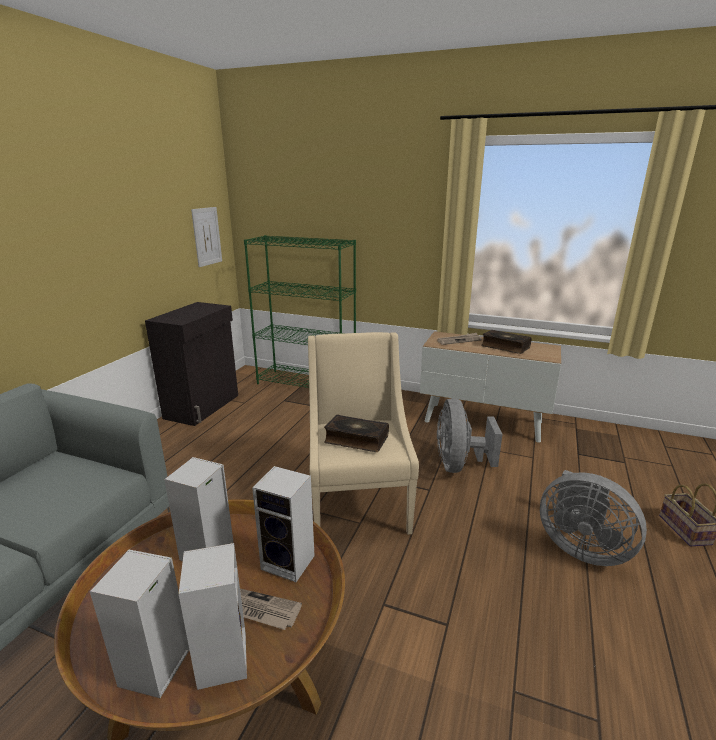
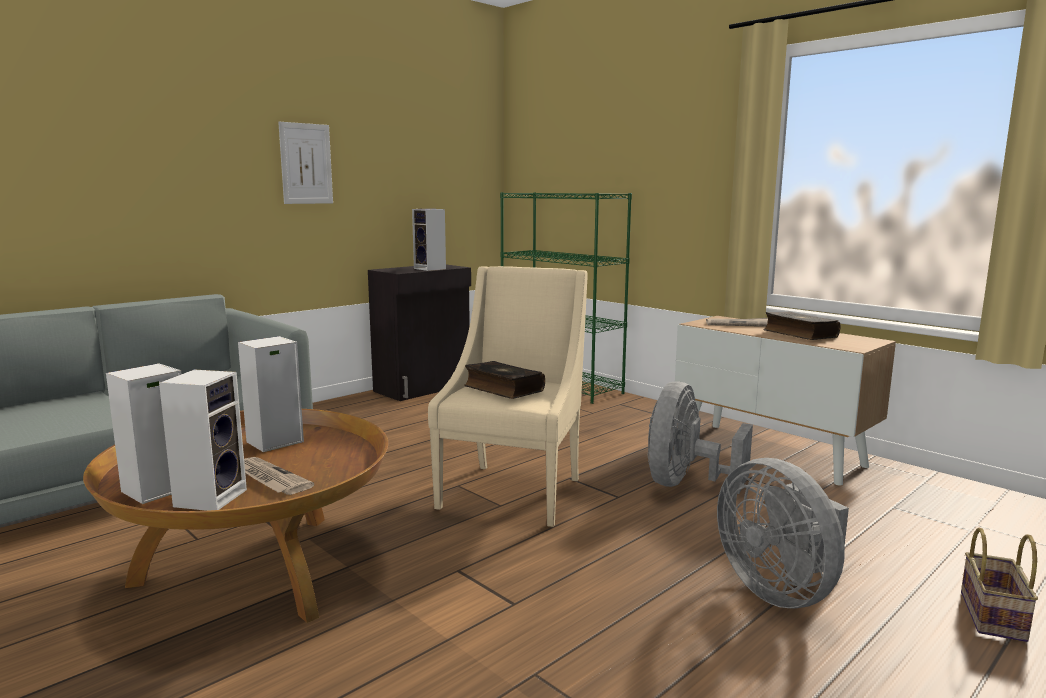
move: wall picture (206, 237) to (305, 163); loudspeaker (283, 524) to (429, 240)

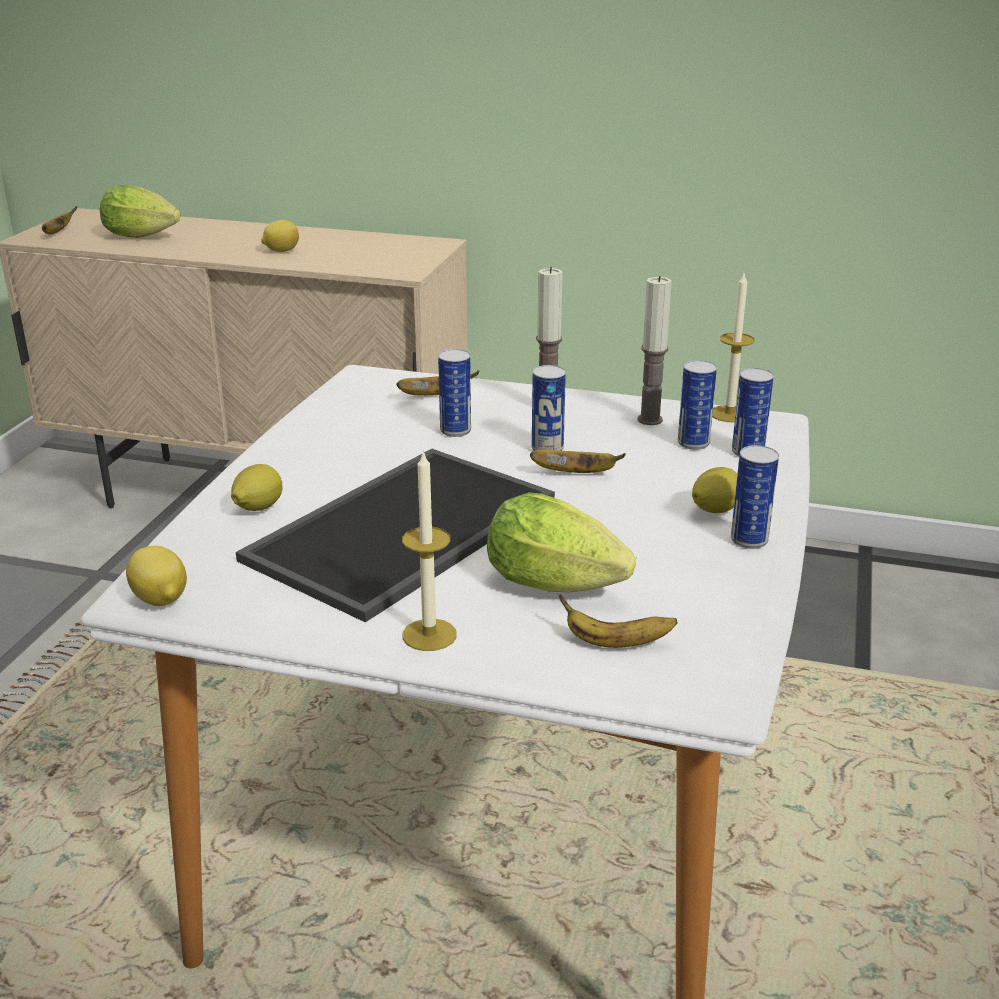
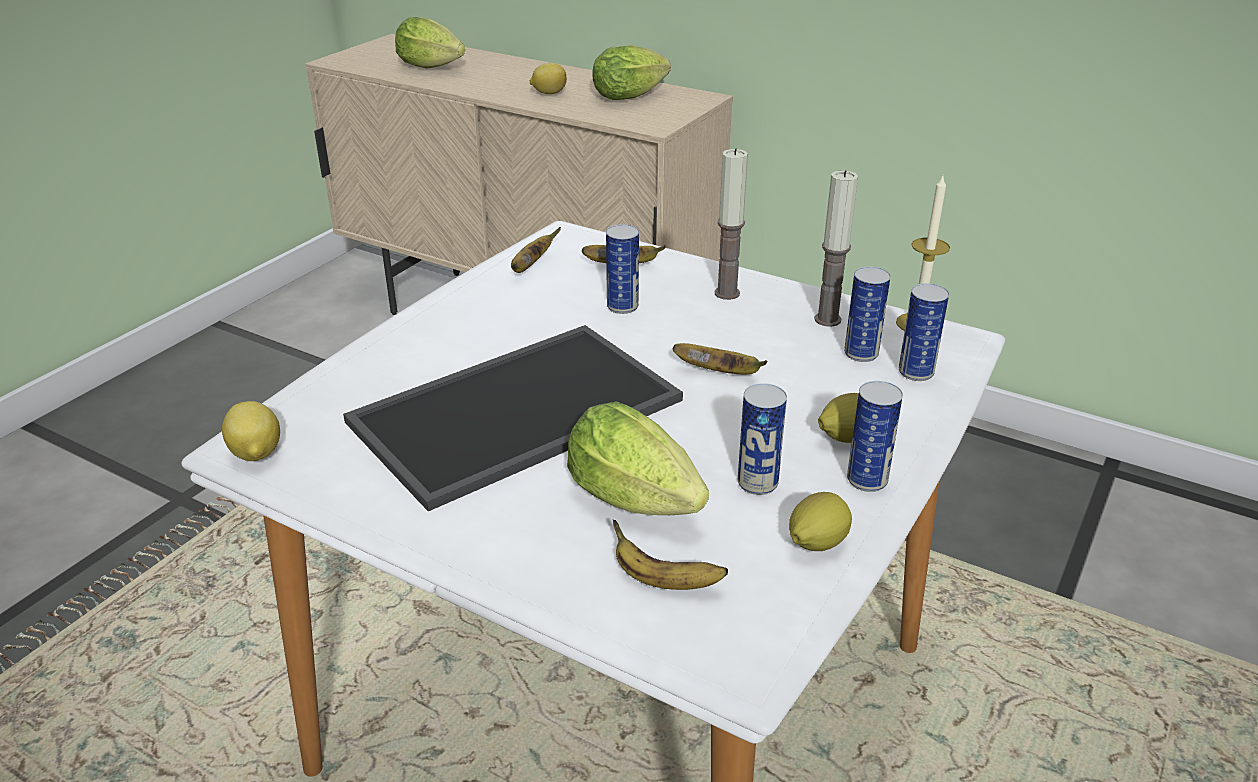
delete: wax candle (429, 550)
insert: head of lettuce (631, 72)
move: banana fruit (59, 220) to (536, 250); whole lemon (256, 487) to (820, 521); metal can (549, 408) to (762, 439)

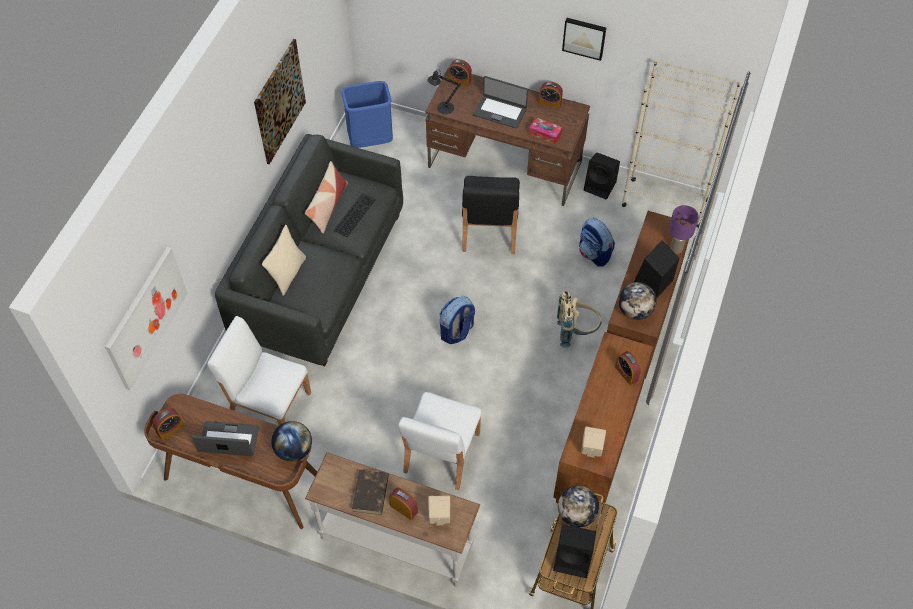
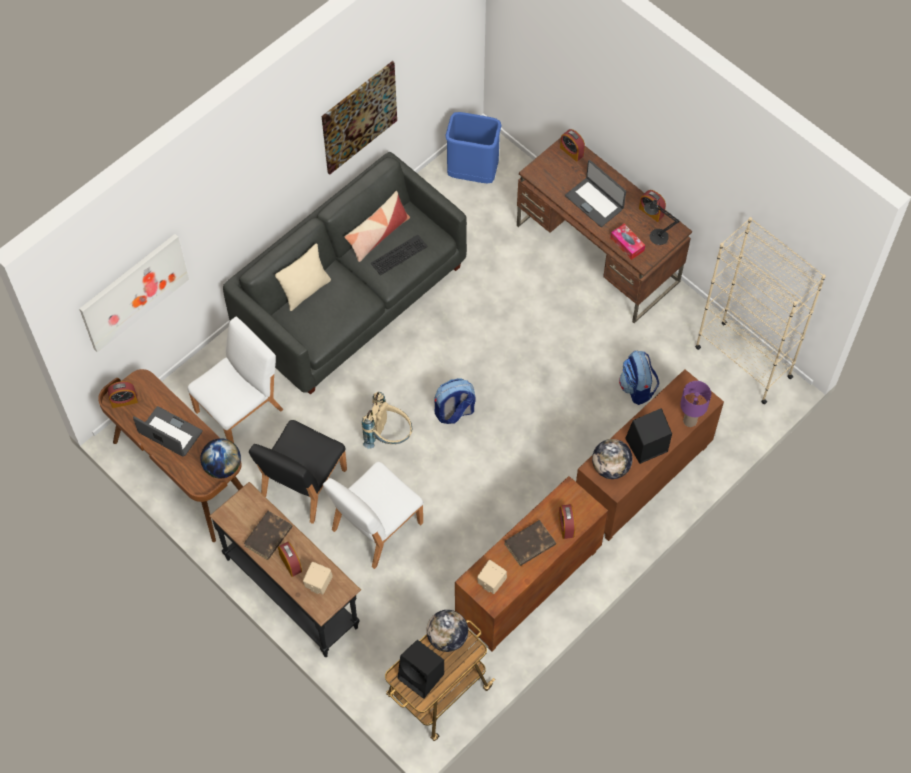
delete: wall picture (584, 39); loudspeaker in blackish (601, 176)
insert: bound book in brownish (530, 543)
move: lamp for a table in blackish (444, 91) to (661, 222); chair in blackish (491, 215) to (298, 472); knapsack in beige (579, 319) to (387, 420)
recolor: console table in whitish (392, 519) to console table in blackish (285, 569)
rotate: chair in whitish (259, 370) = (235, 379) 90 degrees clockwise

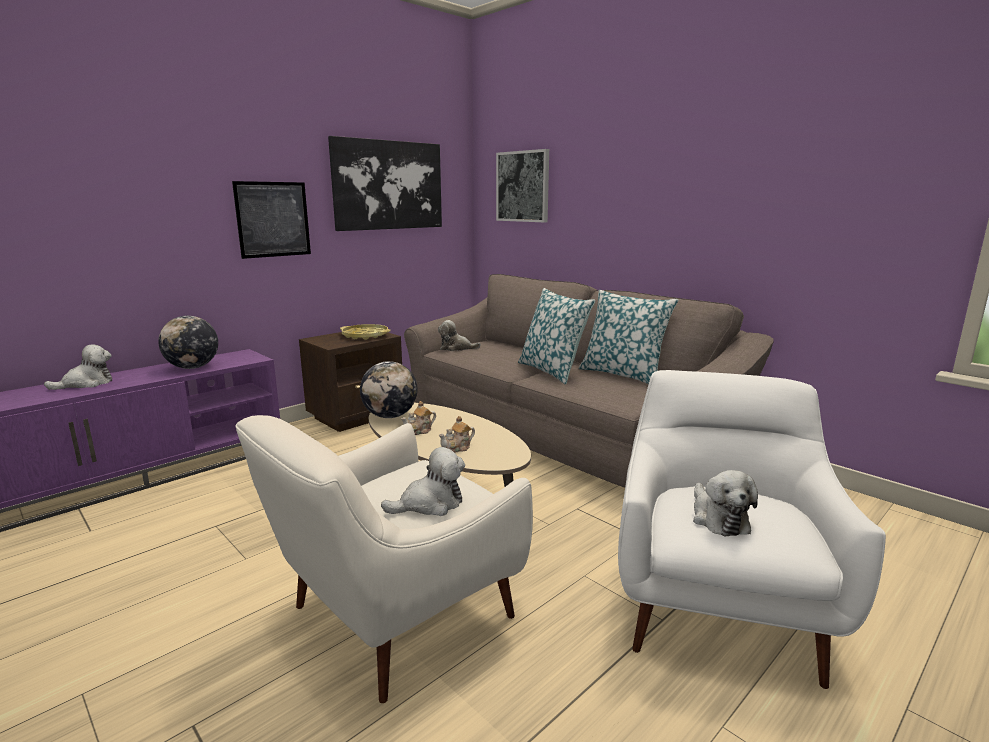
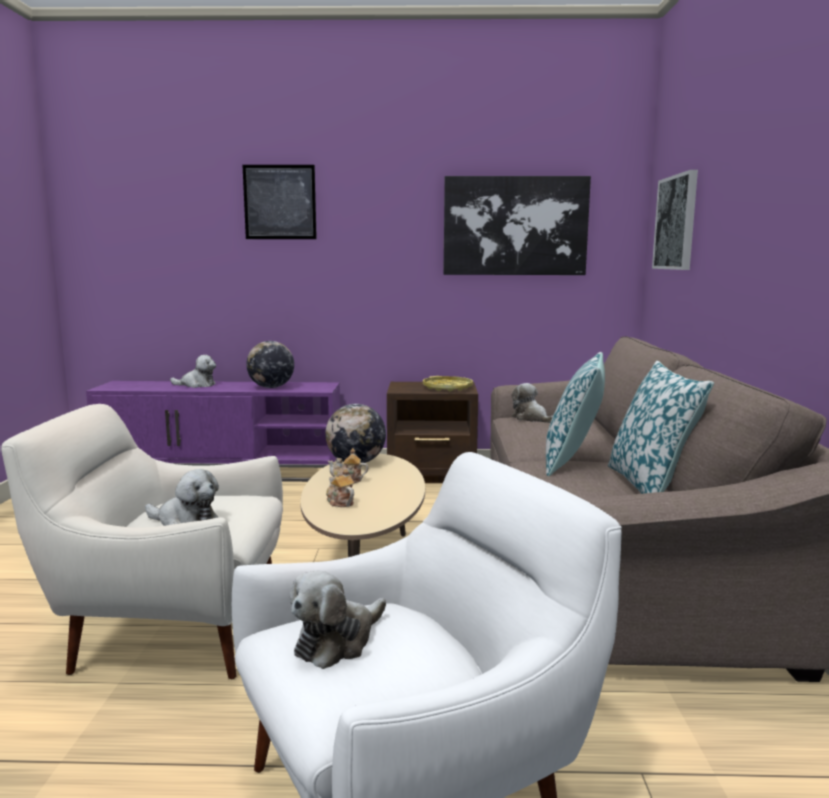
move: wall picture (271, 220) to (280, 202)
rotate: pot for tea (456, 434) = (340, 488) 45 degrees clockwise

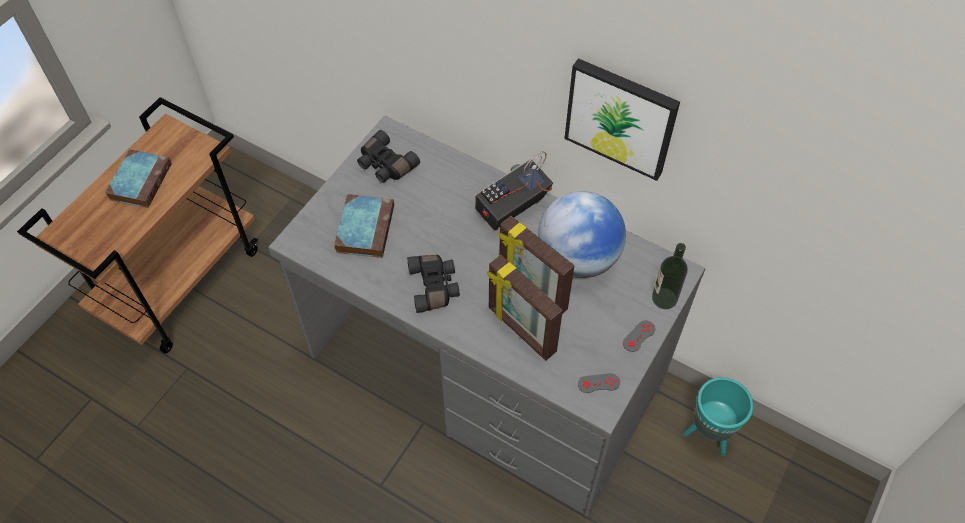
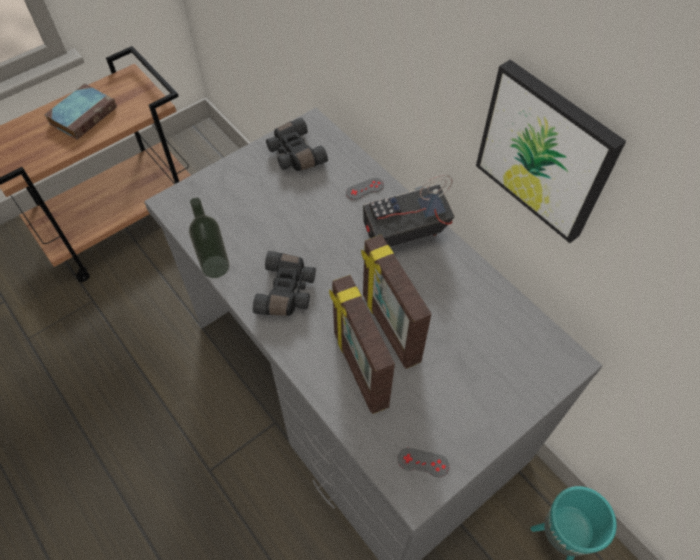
delete: bound book (364, 226); globe (582, 234)
move: game controller in grey (639, 336) to (365, 189); drink bottle (670, 276) to (209, 237)

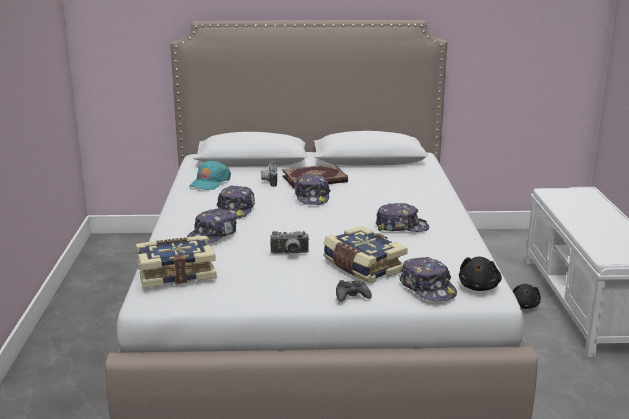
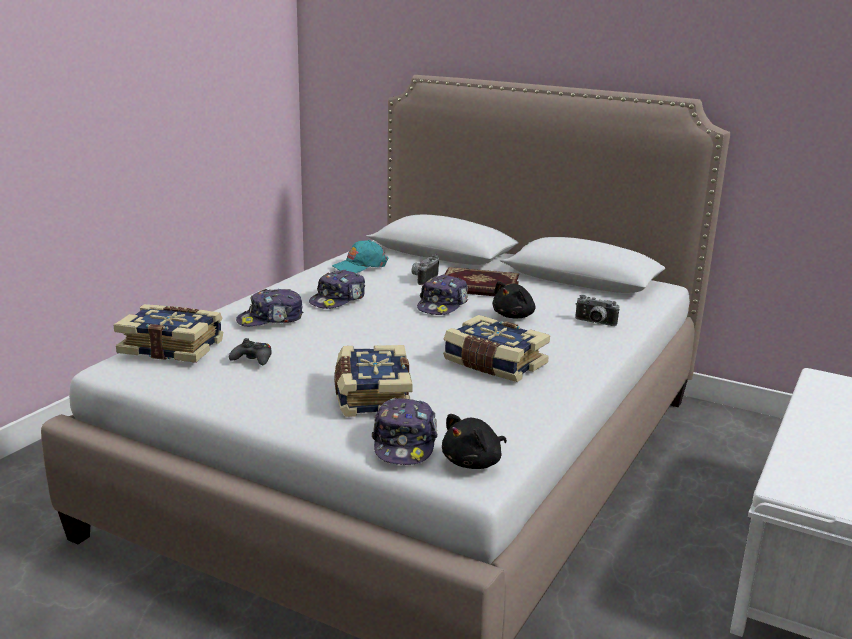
move: still camera (289, 242) to (597, 310); game controller in blackish (354, 291) to (250, 351); cuddly toy in blackish (527, 296) to (513, 299)
replace: cap (402, 217) to bound book (496, 348)

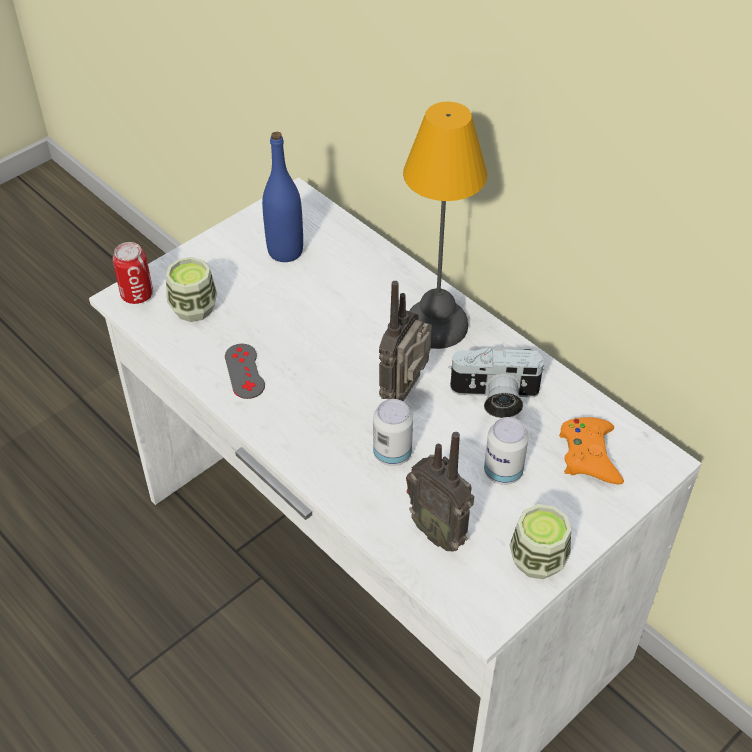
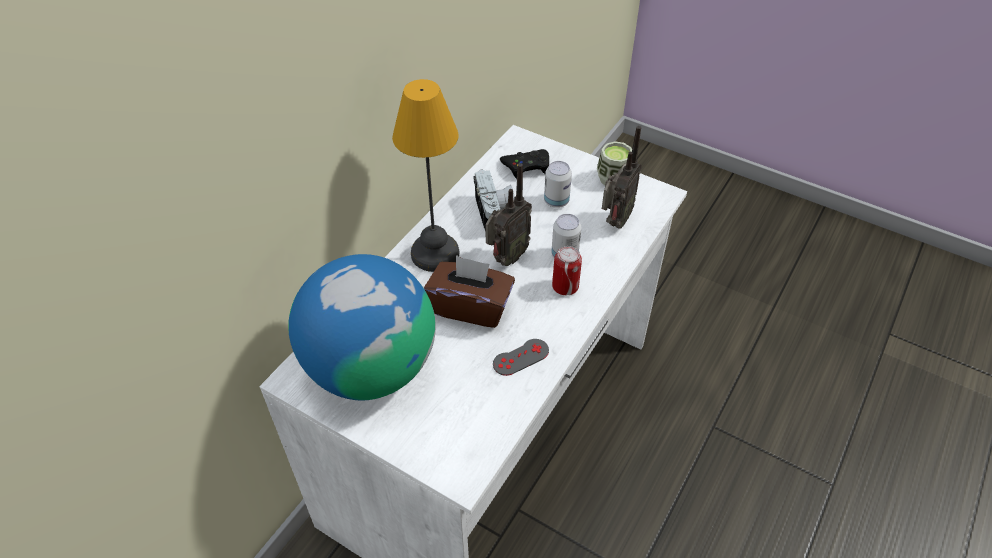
delete: drinking cup (191, 289)
insert: box of tissues in brownish (469, 291)
move: metal can (133, 273) to (567, 270)
replace: drink bottle in blue (282, 197) to globe (362, 327)
recolor: game controller in orange (591, 451) to game controller in blackish (524, 164)
rotate: radio set (405, 341) = (508, 214) 60 degrees counterclockwise

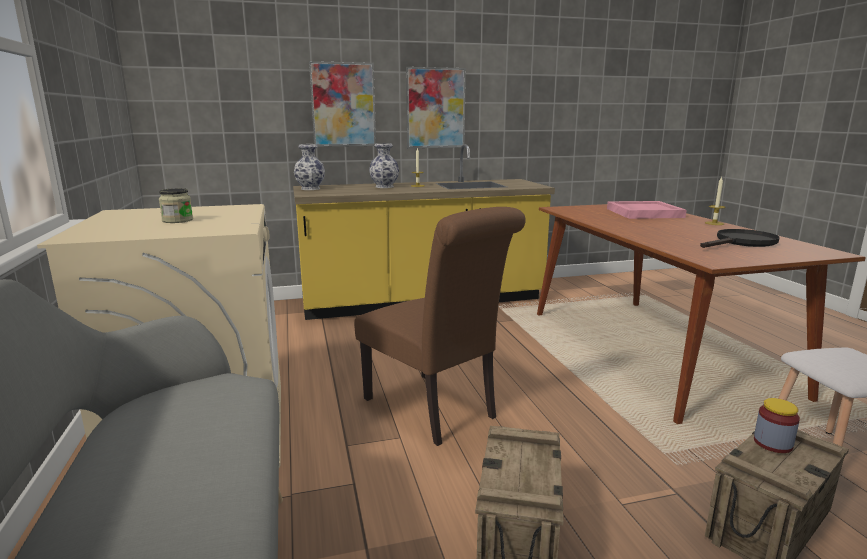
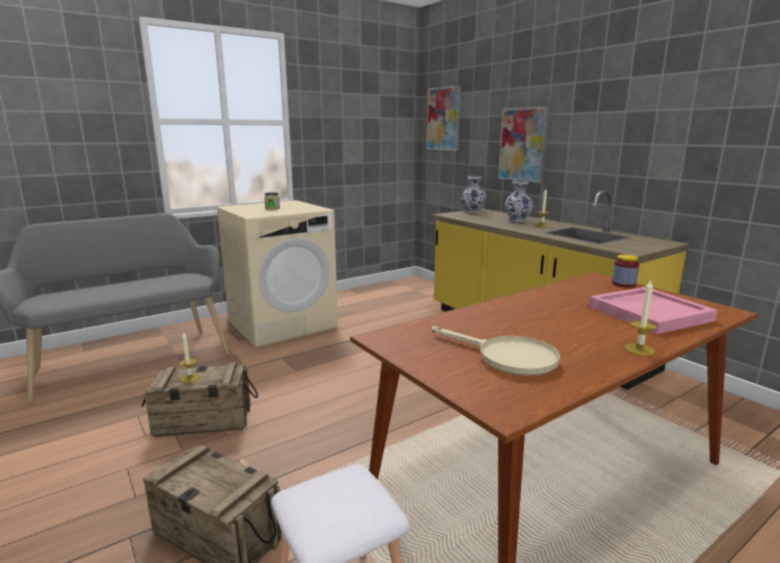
delete: chair in brownish (440, 326)
insert: wax candle (189, 357)
move: wall picture (436, 107) to (443, 118); preserve jar (777, 425) to (625, 270)
recolor: skillet in blackish (739, 238) to skillet in beige (496, 351)

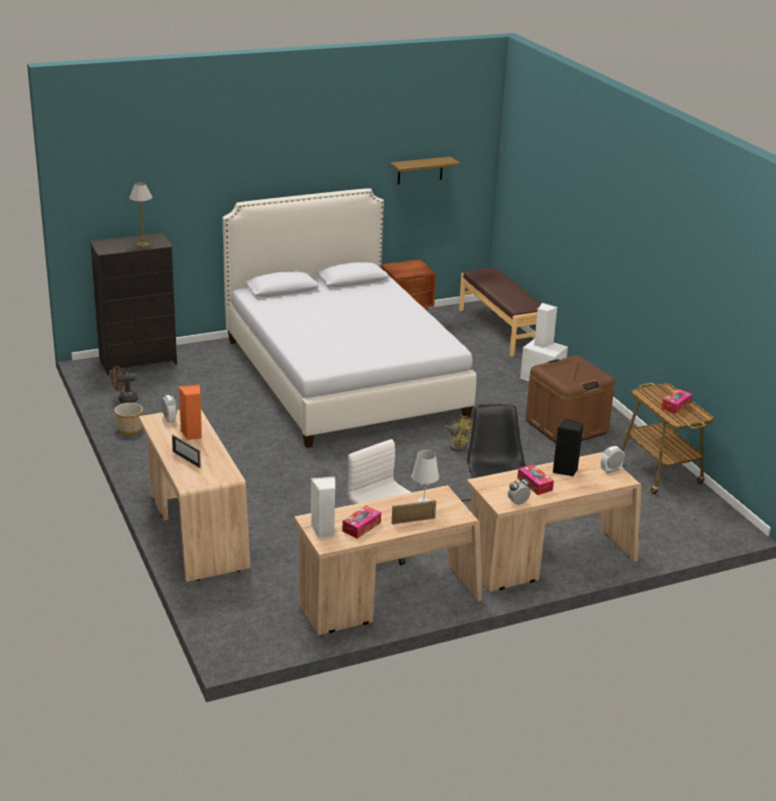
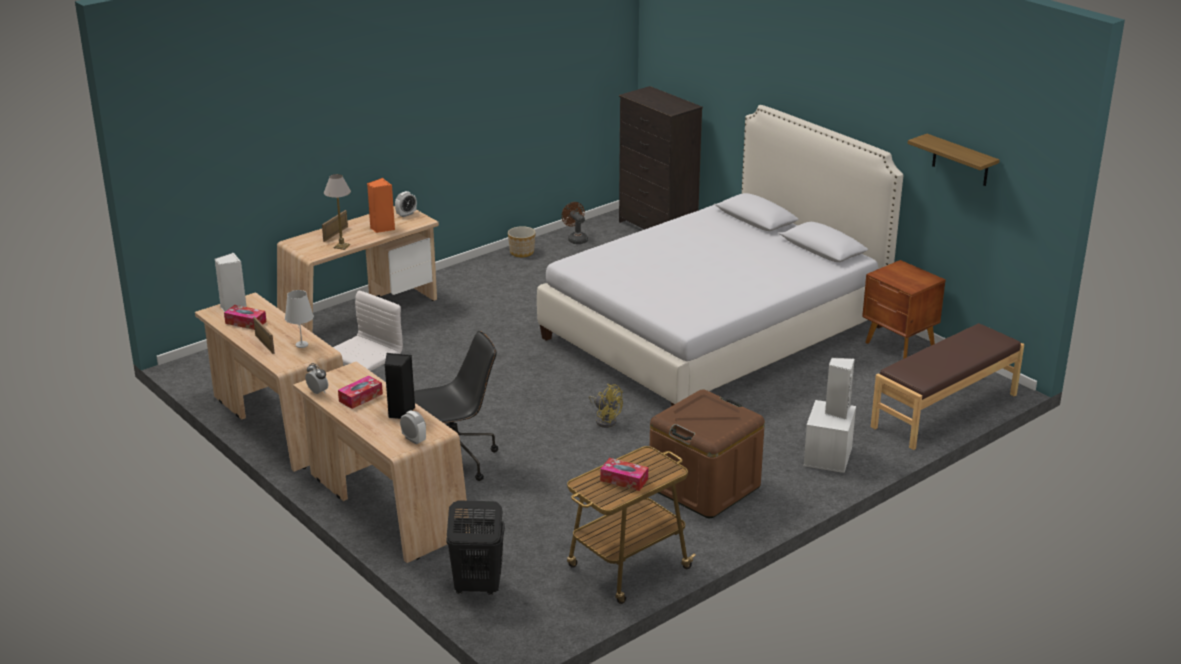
insert: laundry basket in blackish (475, 547)
move: lamp for a table (140, 215) to (337, 212)
rotate: cooling fan in yellowish (458, 433) = (606, 406) 75 degrees counterclockwise

